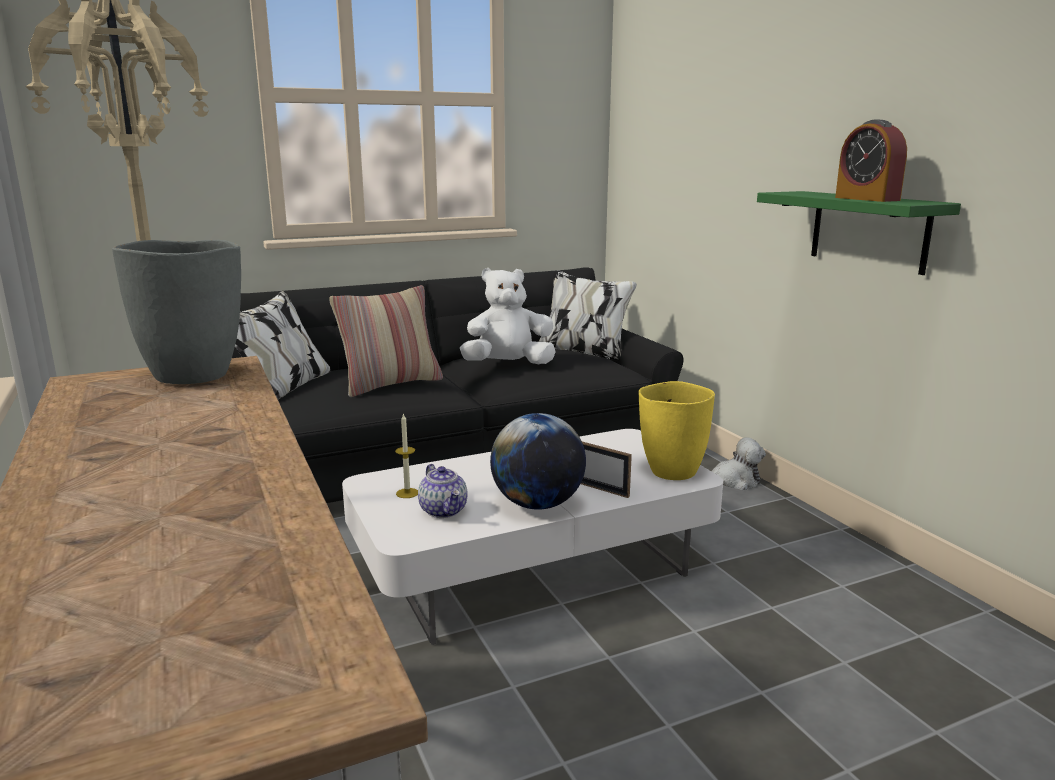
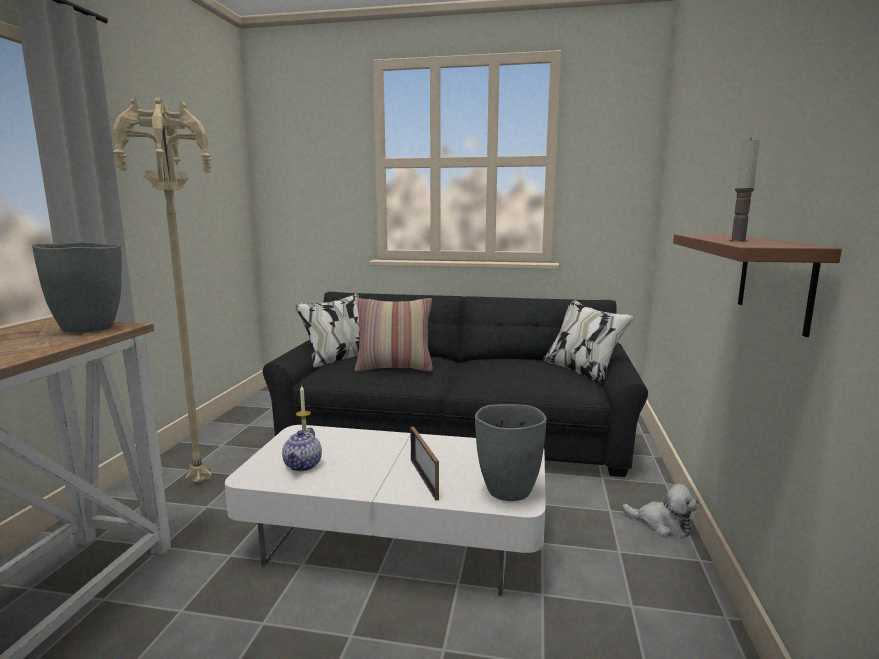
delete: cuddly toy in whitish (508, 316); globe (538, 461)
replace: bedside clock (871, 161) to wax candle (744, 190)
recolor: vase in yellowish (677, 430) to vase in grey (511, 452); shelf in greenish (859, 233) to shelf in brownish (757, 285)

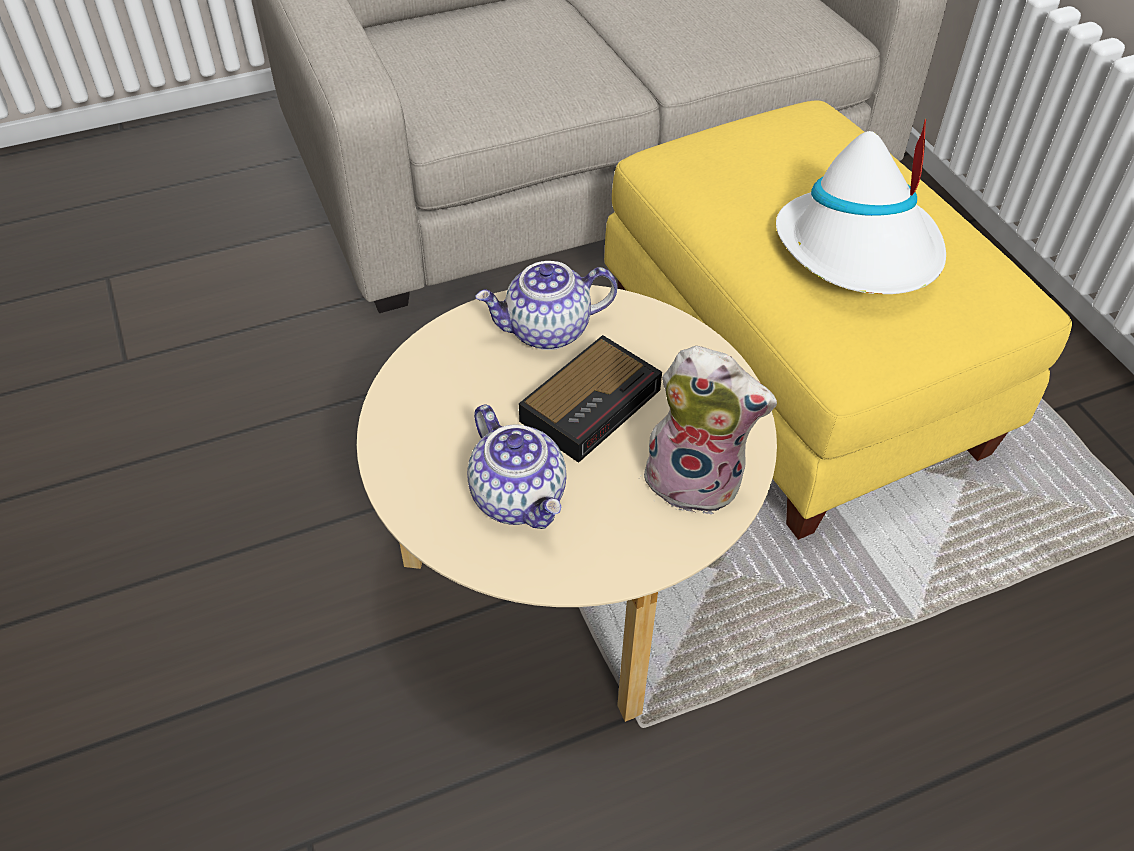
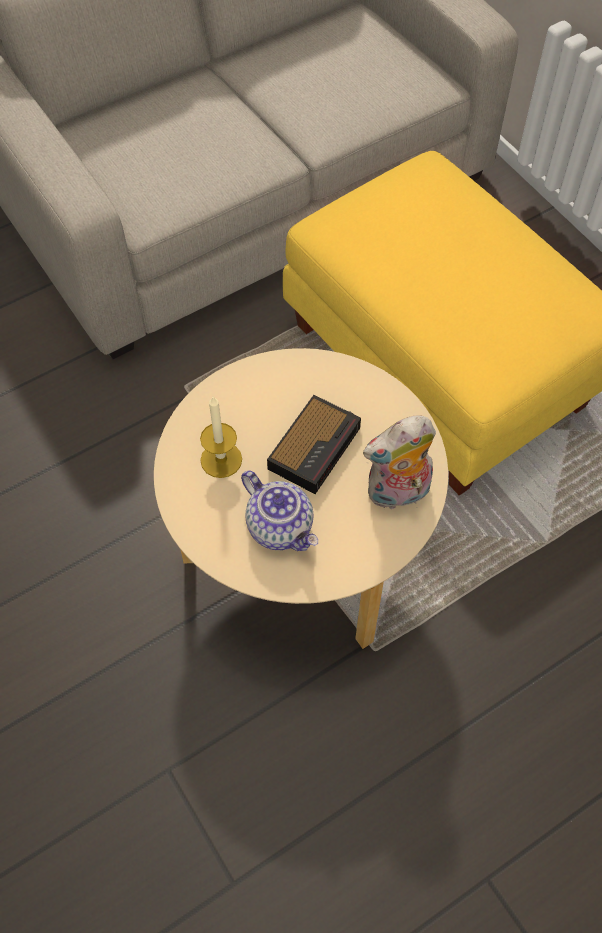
delete: pot for tea (546, 305); wearable hat in whitish (861, 206)
insert: wax candle (221, 437)
rotate: cuddly toy (709, 430) = (399, 462) 150 degrees clockwise

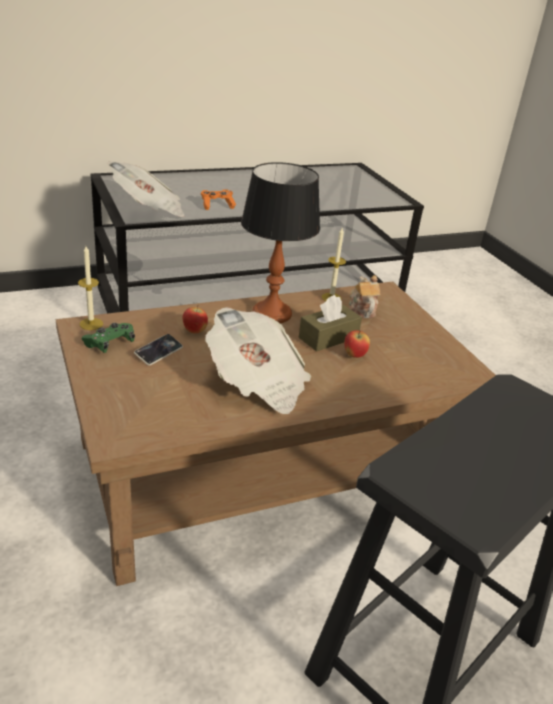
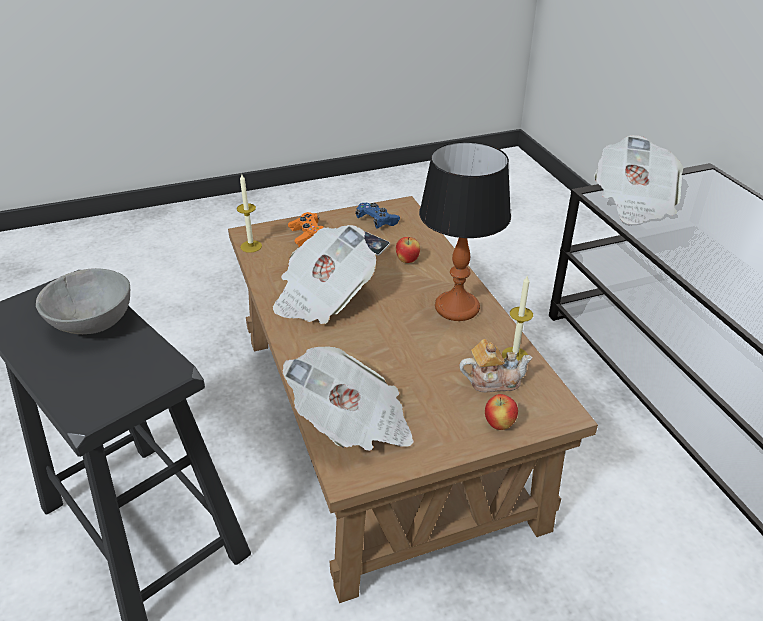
delete: box of tissues in brownish (330, 323)
insert: bowl in grey (83, 301); newspaper (348, 398)
move: wax candle (90, 288) to (249, 213); game controller in orange (218, 199) to (306, 229); whole apple (357, 344) to (501, 412)
recolor: game controller in greenish (108, 338) to game controller in blue (377, 216)

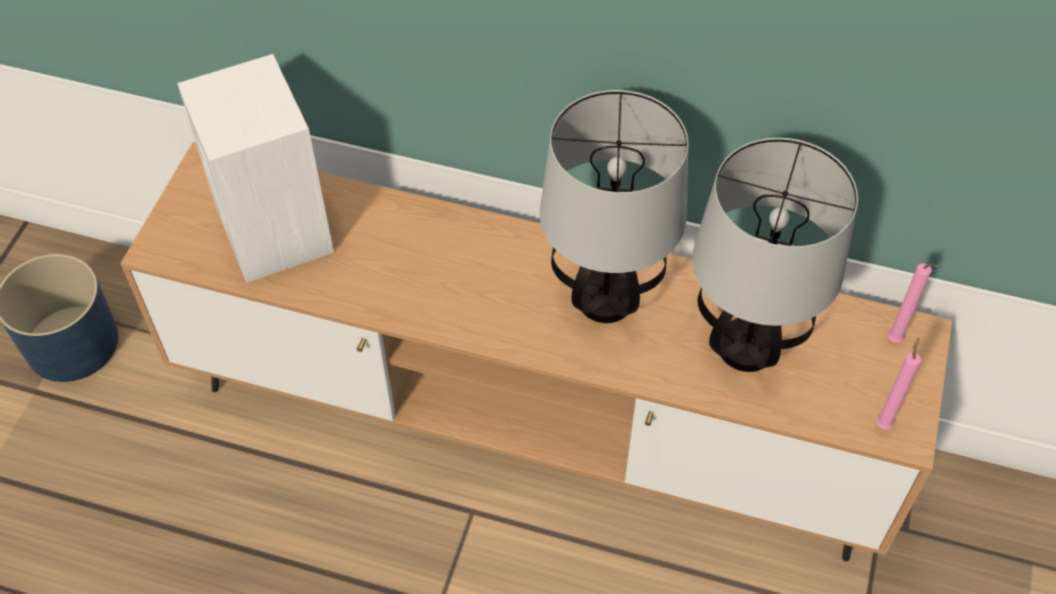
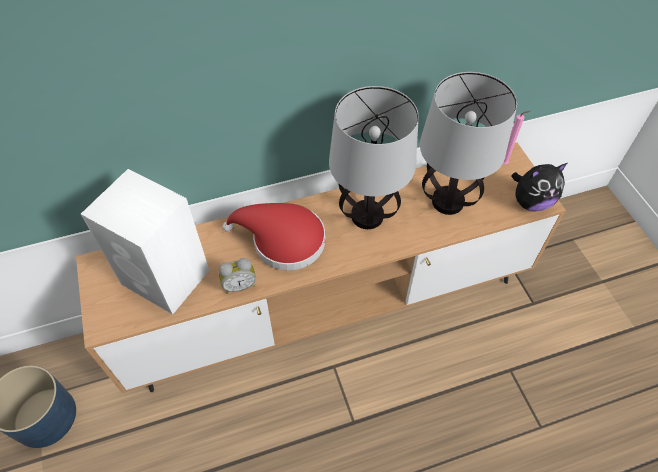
insert: bedside clock (237, 276); wearable hat in red-coloured (274, 236)
replace: wax candle in pink-coloured (898, 383) to cuddly toy (539, 187)

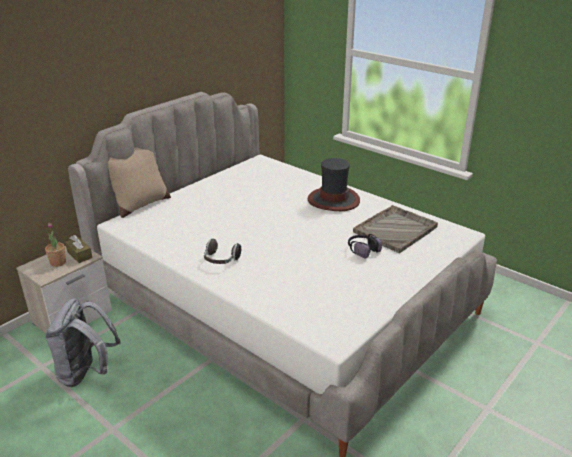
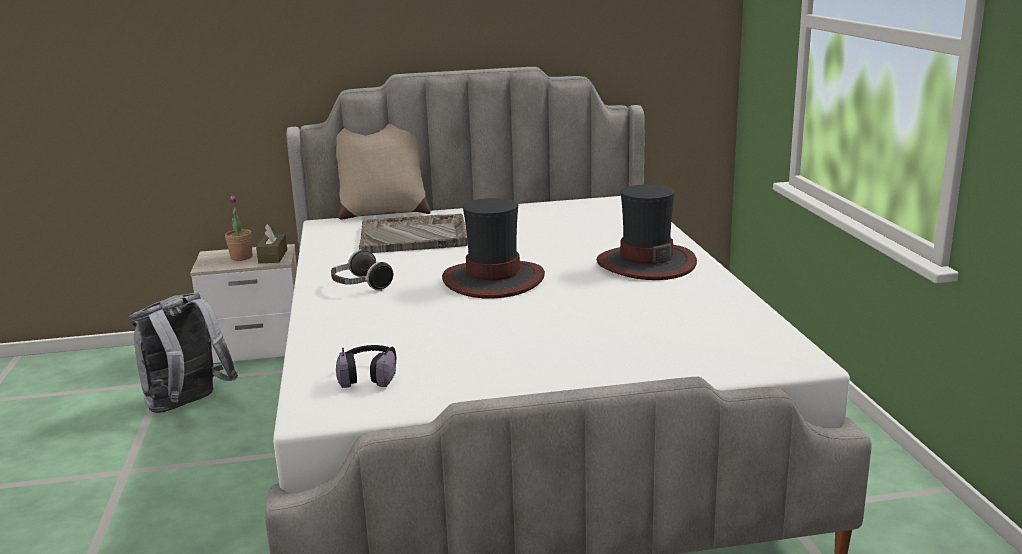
insert: wearable hat (493, 248)
move: headset (365, 246) to (366, 366); tray in grey (395, 229) to (413, 233)

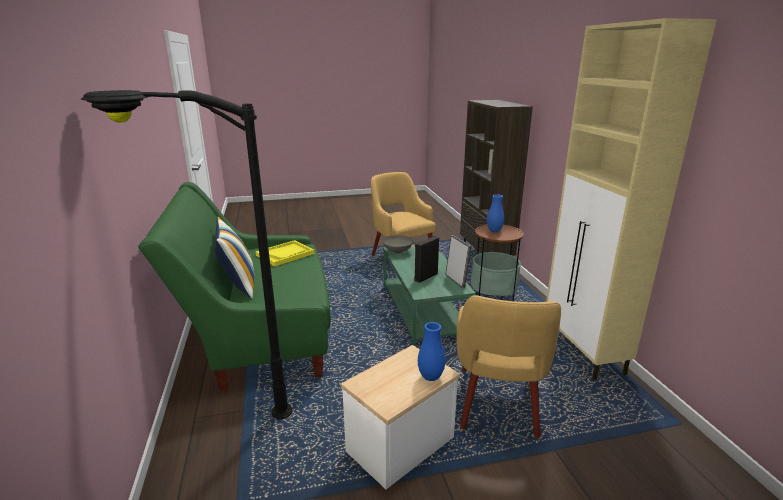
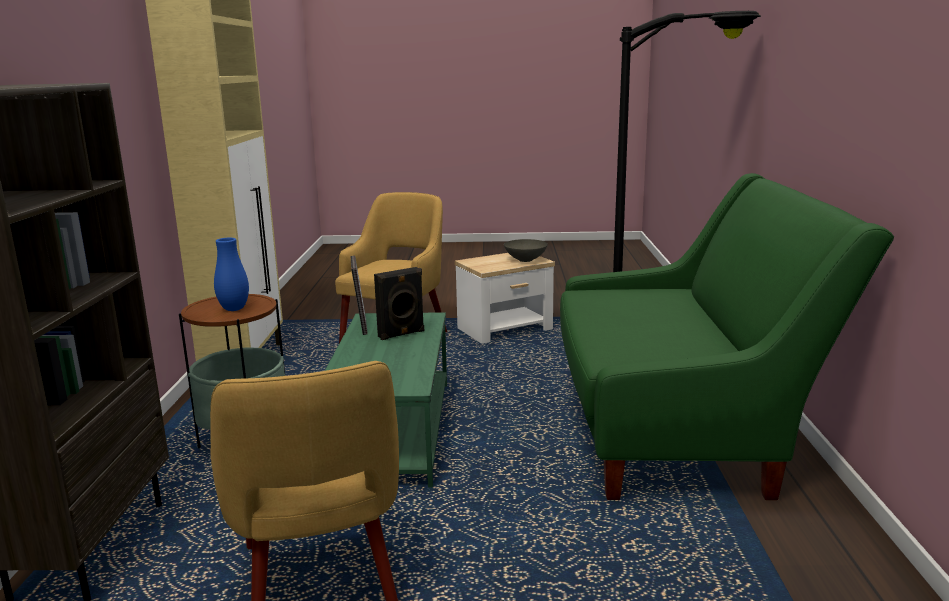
delete: pillow (234, 258); tray in yellowish (285, 253); vase in blue (432, 351)
move: bowl in grey (398, 244) to (526, 250)

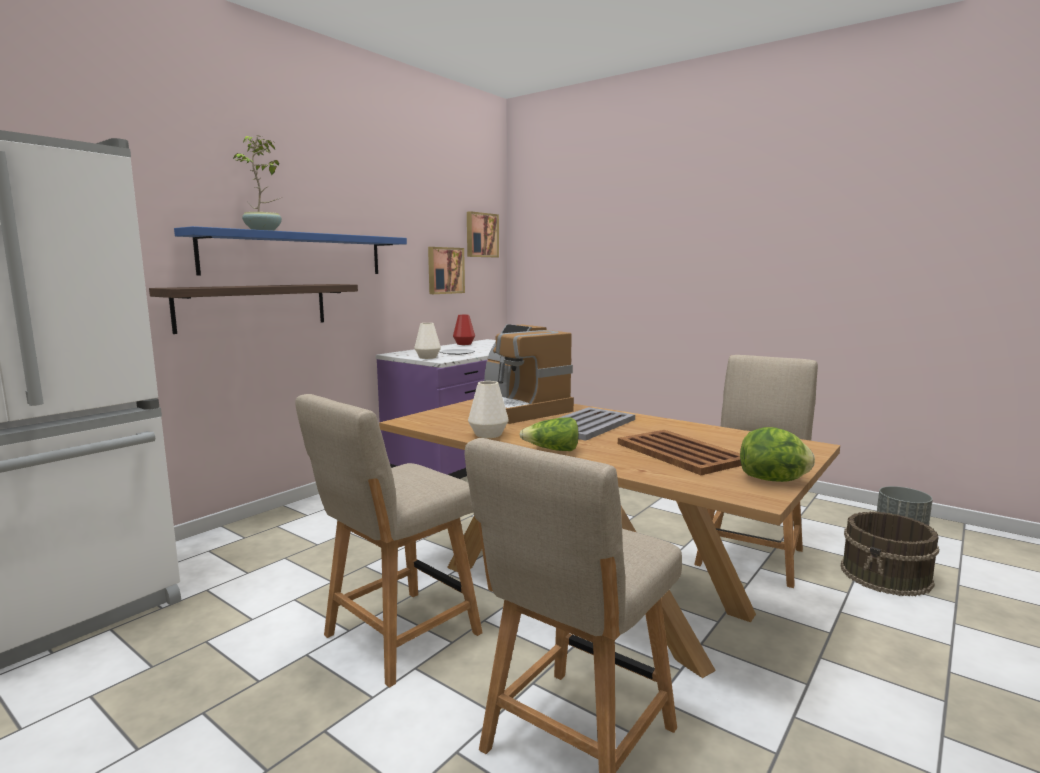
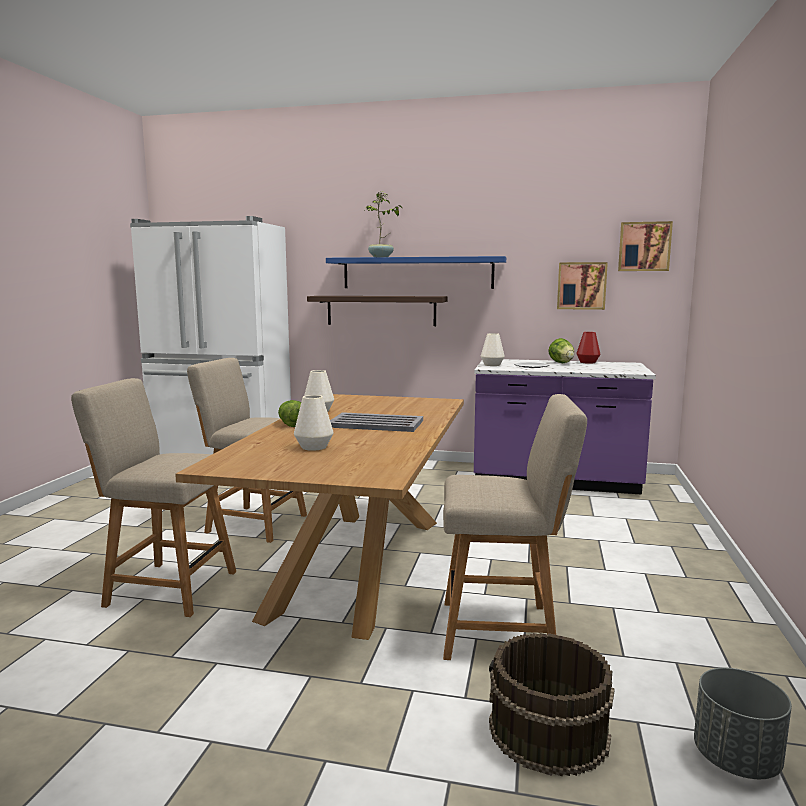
delete: coffee maker (529, 374)
move: head of lettuce (777, 454) to (561, 350)
replace: tray in brownish (680, 452) to vase in whitish (313, 423)

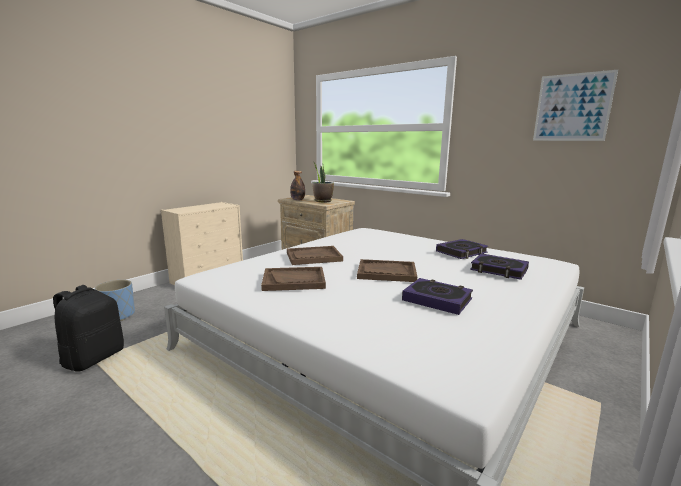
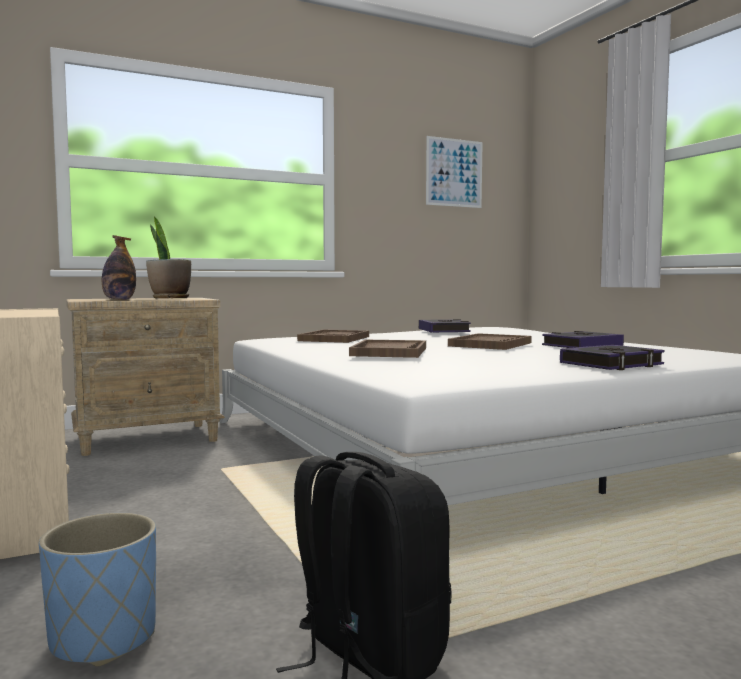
move: tray in brownish (293, 279) to (333, 336); bound book (499, 266) to (612, 357)

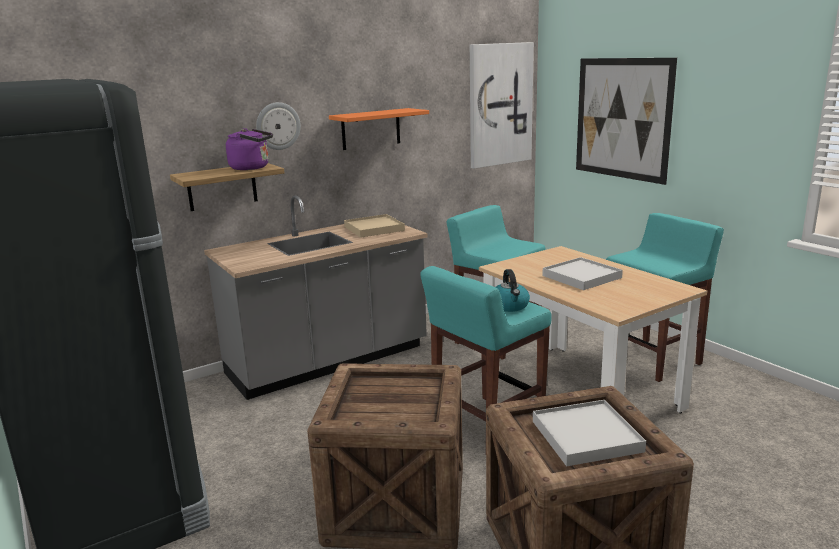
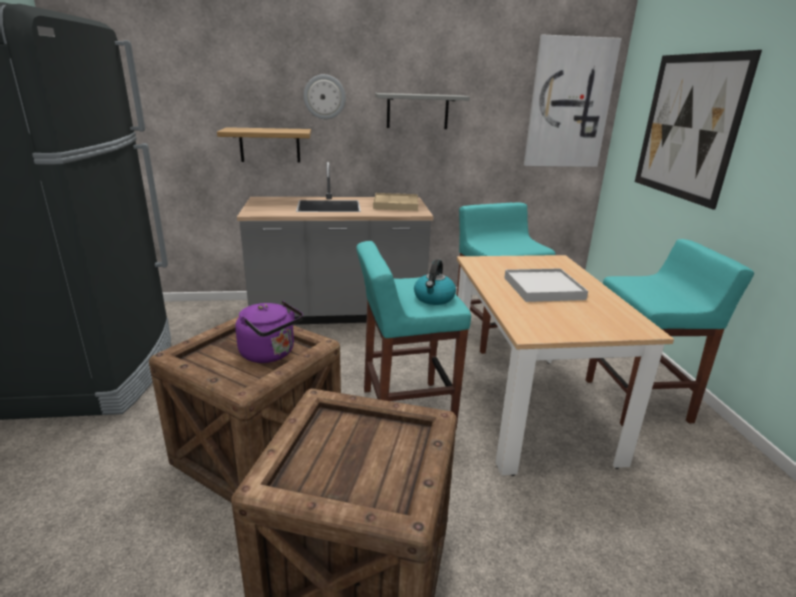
delete: tray in whitish (589, 433)
move: kettle in purple (249, 149) to (269, 332)
recolor: shelf in orange (379, 129) to shelf in grey (422, 111)

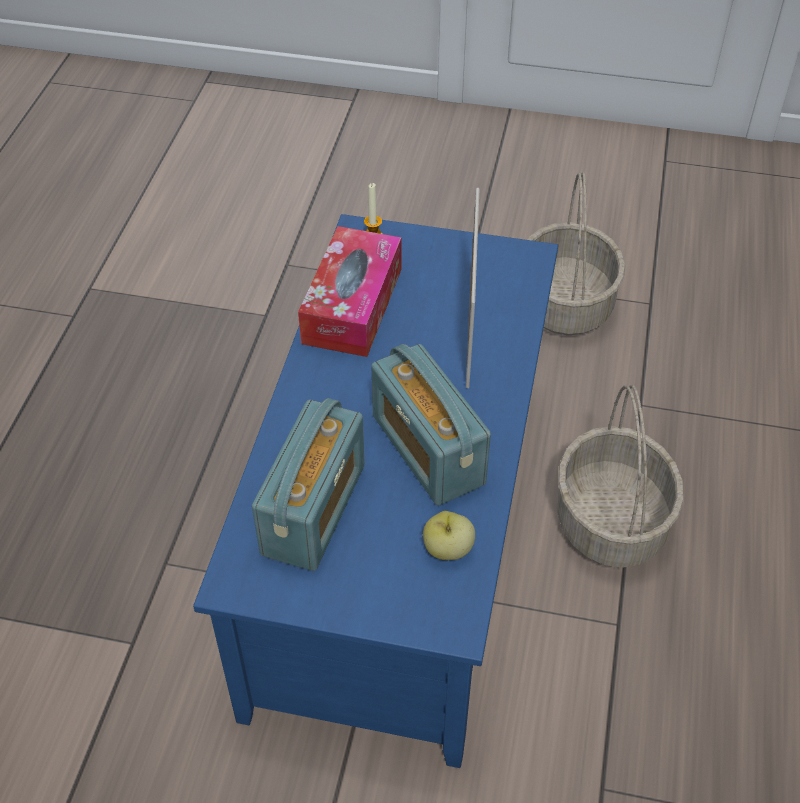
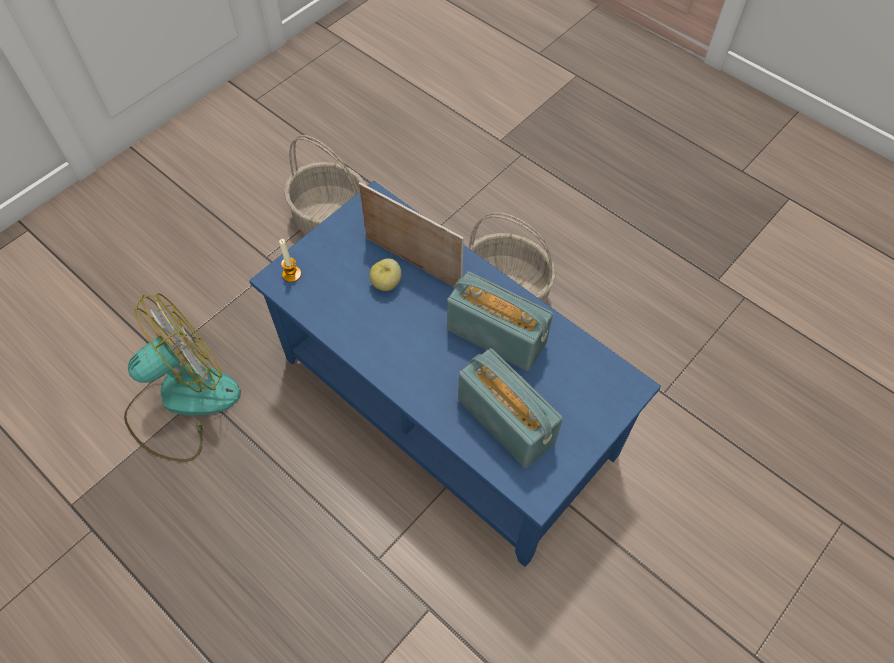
delete: box of tissues (349, 291)
insert: cooling fan (182, 377)
move: whole apple (449, 535) to (386, 275)
rotate: radio set (431, 425) = (500, 321) 150 degrees counterclockwise

